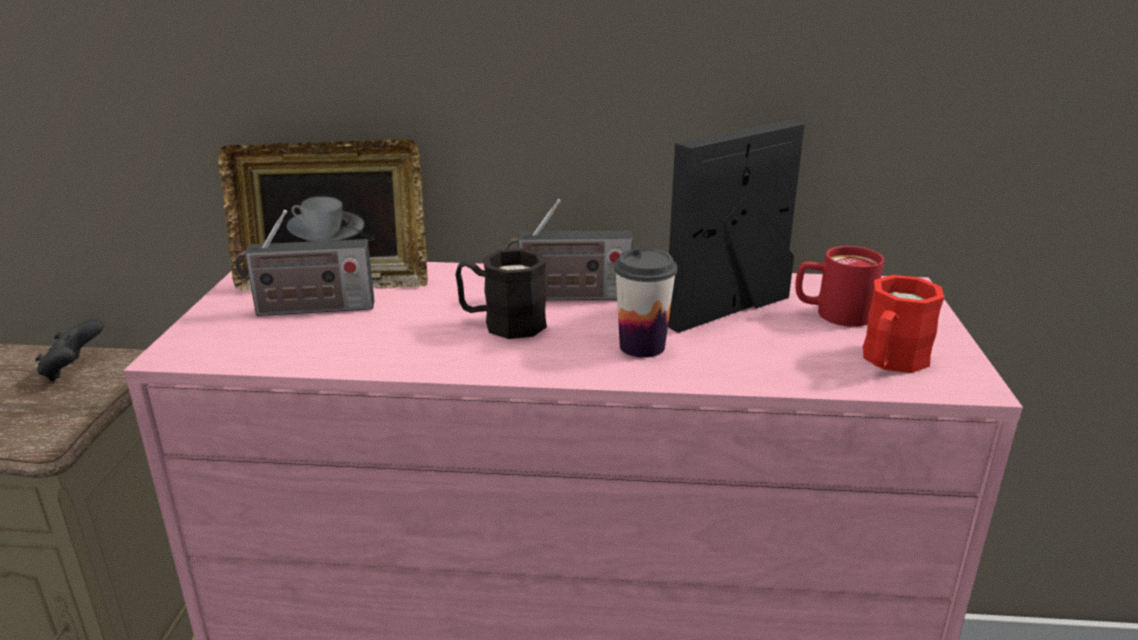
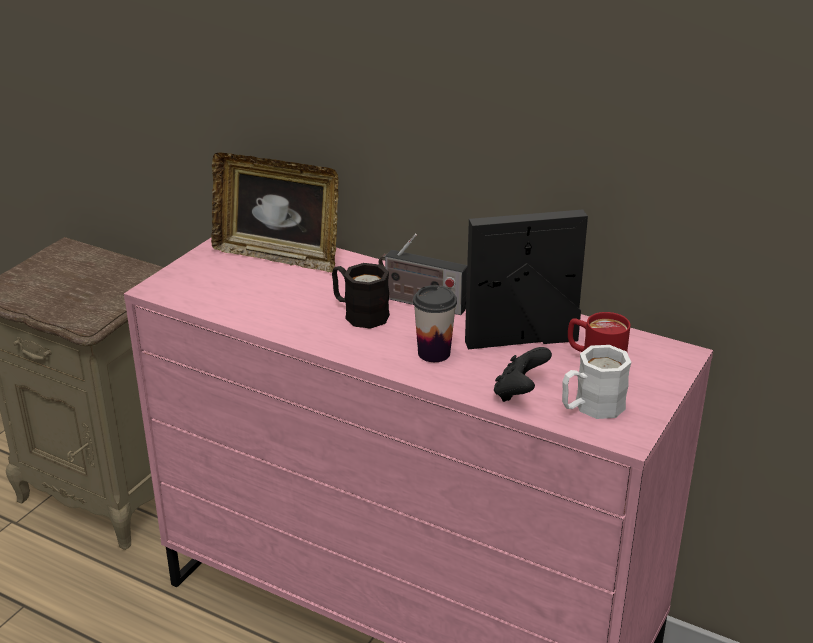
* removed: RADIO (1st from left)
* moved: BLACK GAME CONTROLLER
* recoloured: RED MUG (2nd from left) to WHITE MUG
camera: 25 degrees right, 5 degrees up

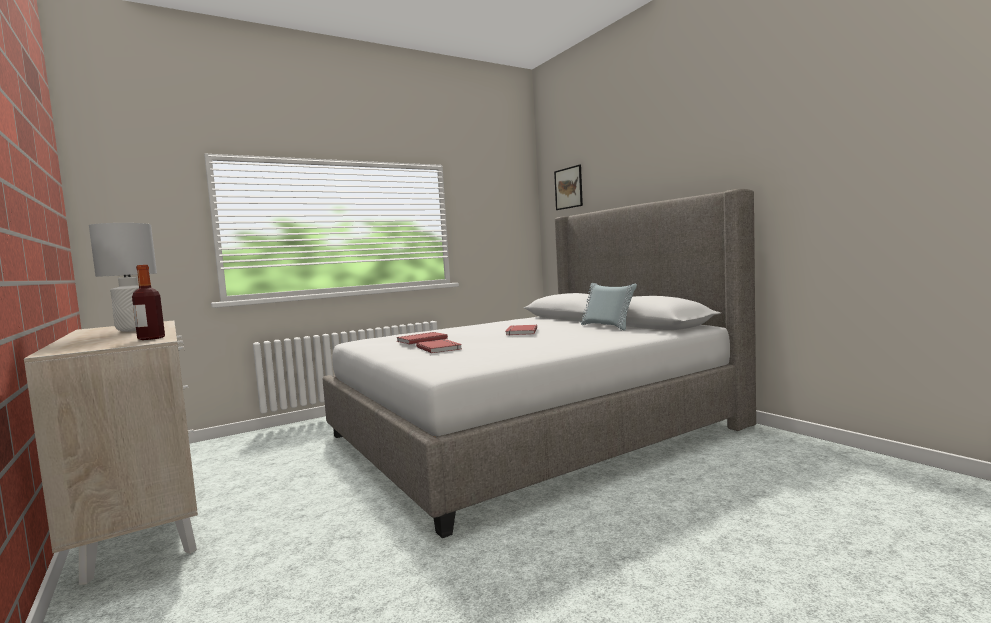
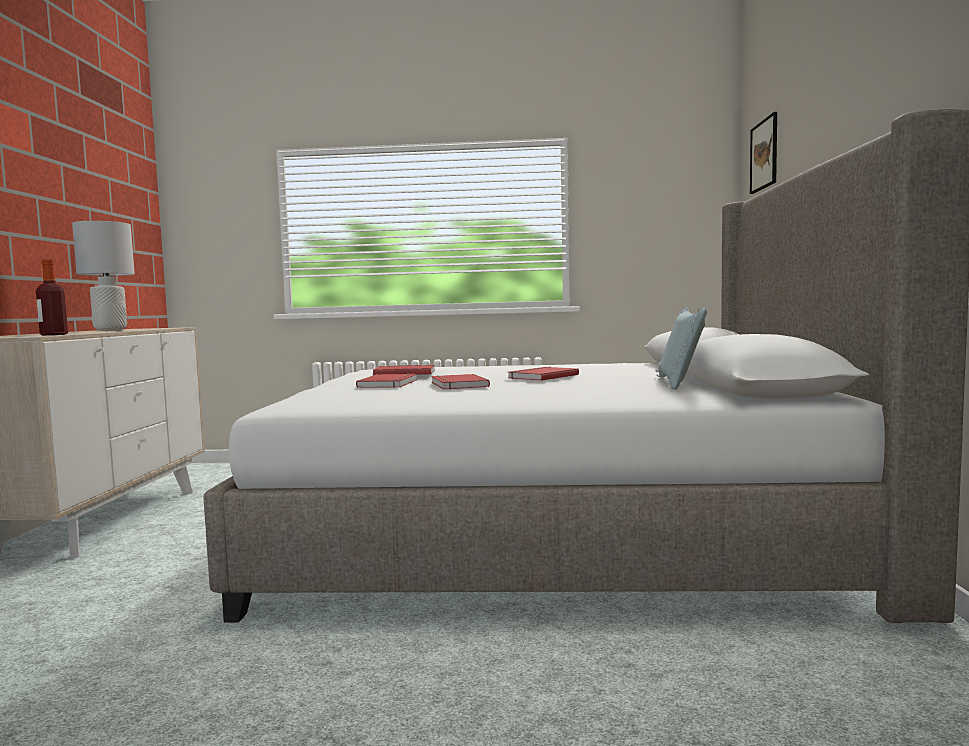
* added: RED BOOK (3rd from left)
camera: 35 degrees right, 0 degrees up

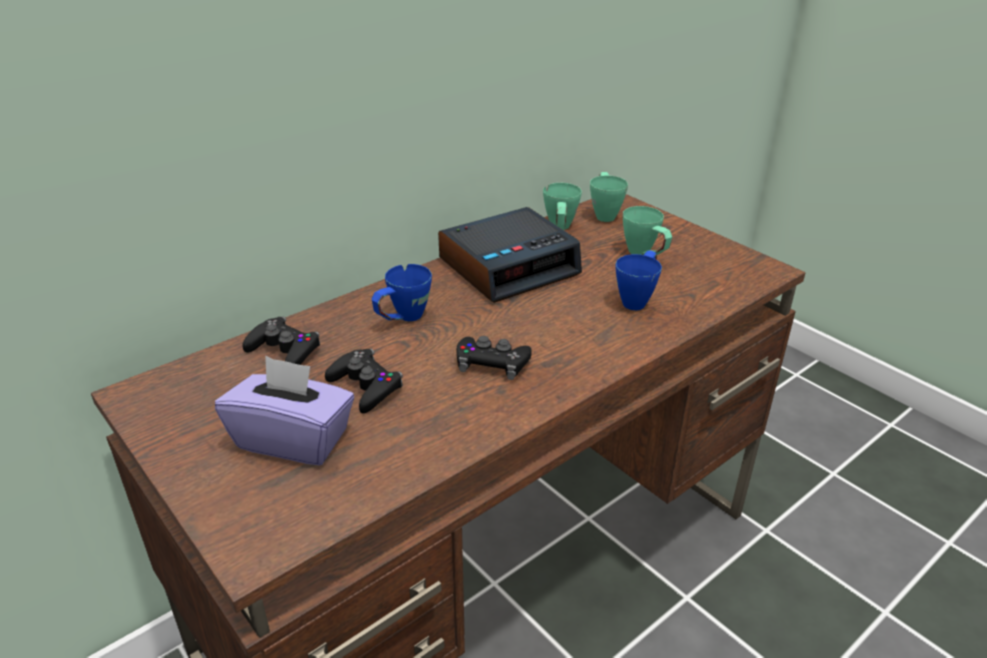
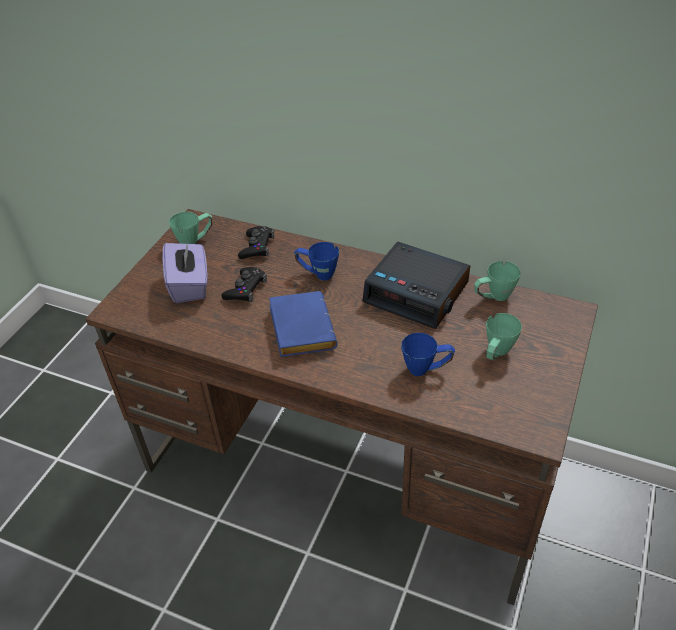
* moved: GREEN MUG (2nd from left in the first image) to GREEN MUG (1st from left)
* replaced: BLACK GAME CONTROLLER (3rd from left) to BLUE BOOK
camera: 65 degrees right, 10 degrees up

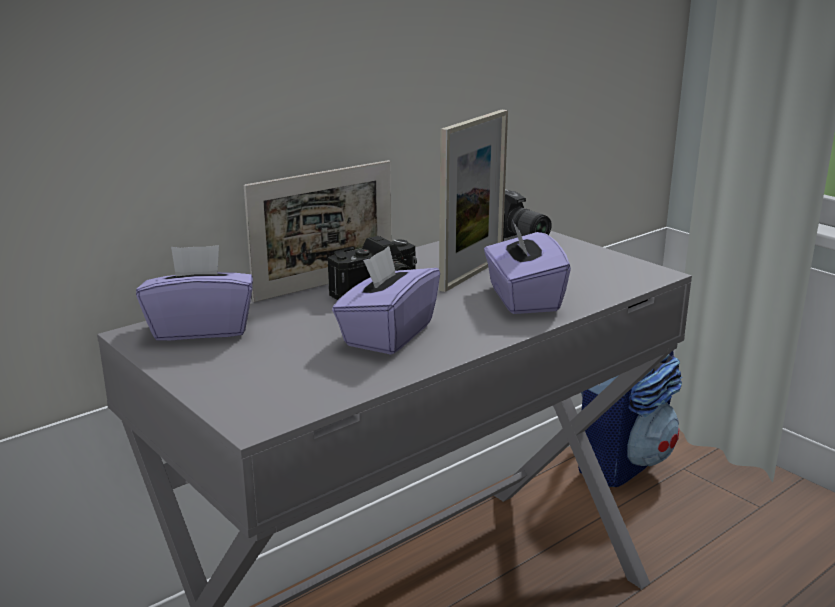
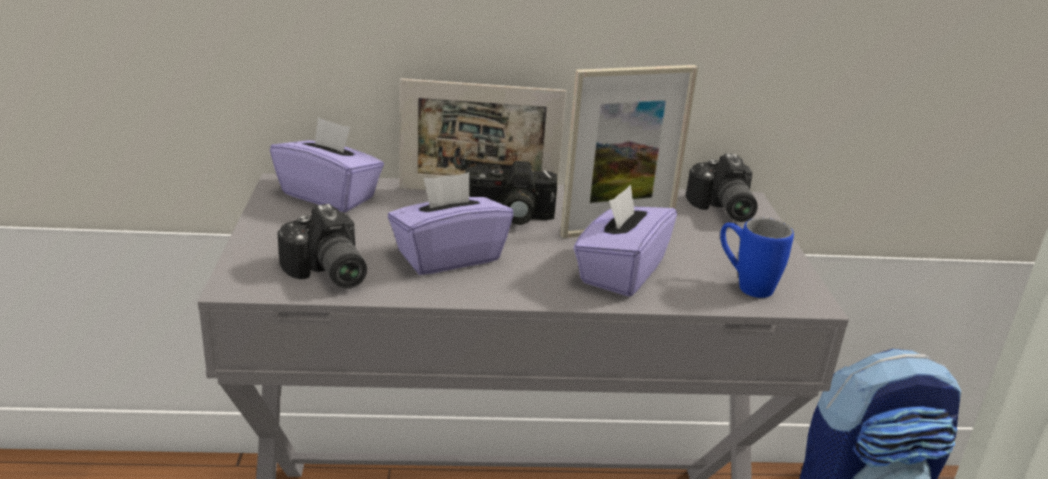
* added: PHOTO CAMERA (1st from left)
* added: BLUE MUG
camera: 35 degrees right, 5 degrees up

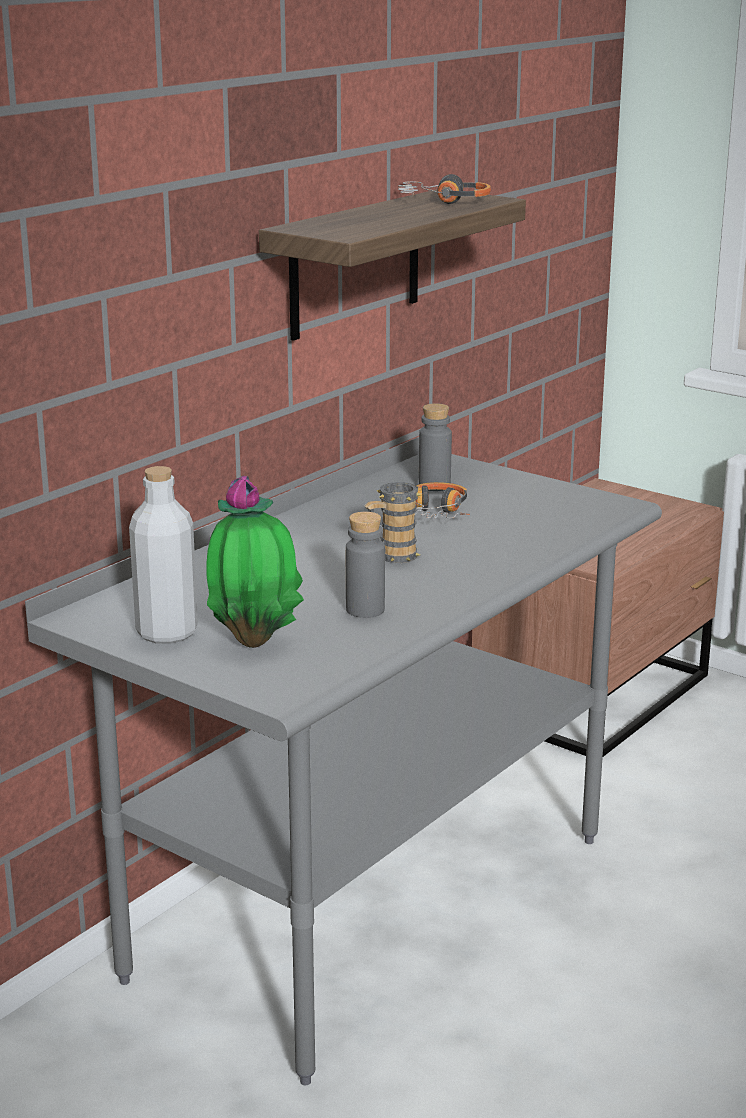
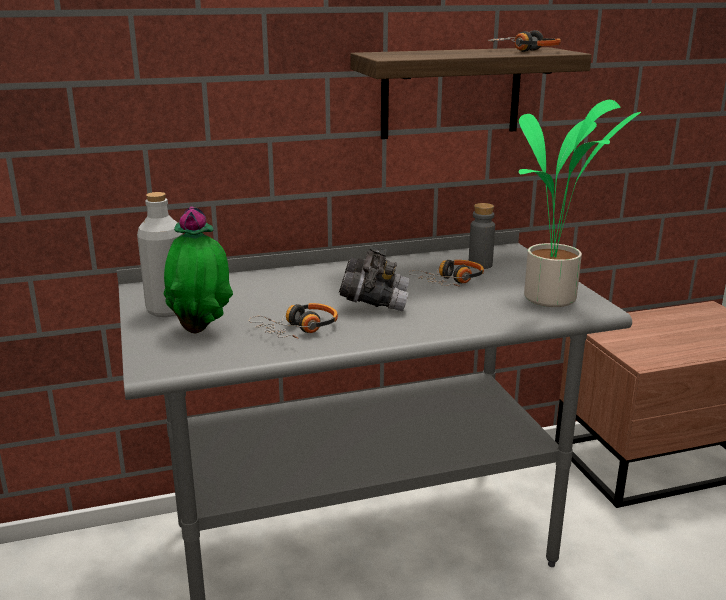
* added: POTTED PLANT (2nd from left)
* replaced: GREY BOTTLE (2nd from left) to HEADPHONES (1st from left)
* replaced: MUG to GREY BINOCULARS
camera: 35 degrees right, 0 degrees up

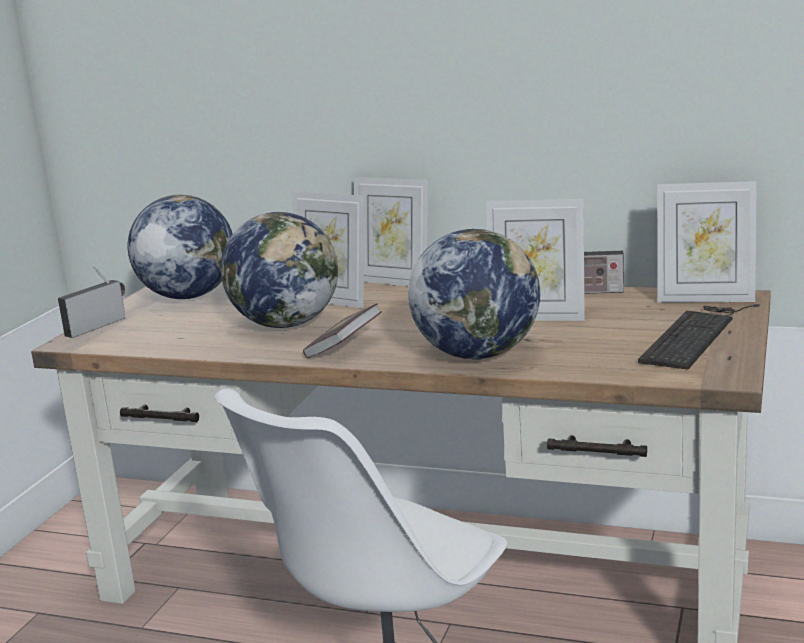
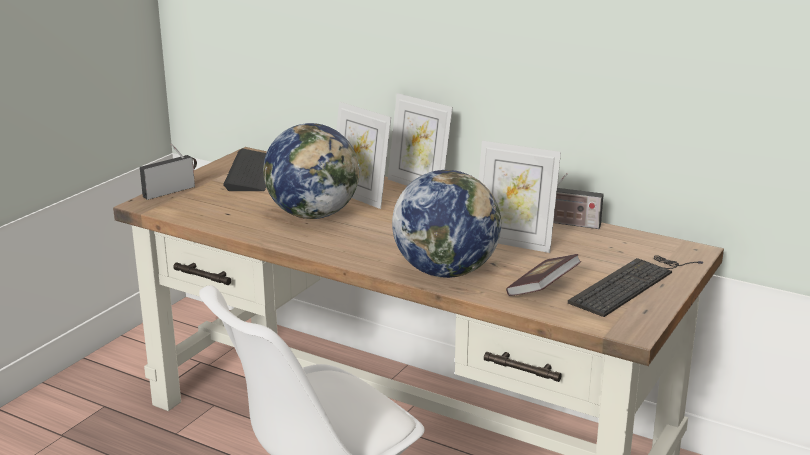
* removed: PICTURE FRAME (4th from left)
* moved: BOOK
* replaced: GLOBE (1st from left) to KEYBOARD (1st from left)
camera: 10 degrees right, 5 degrees up

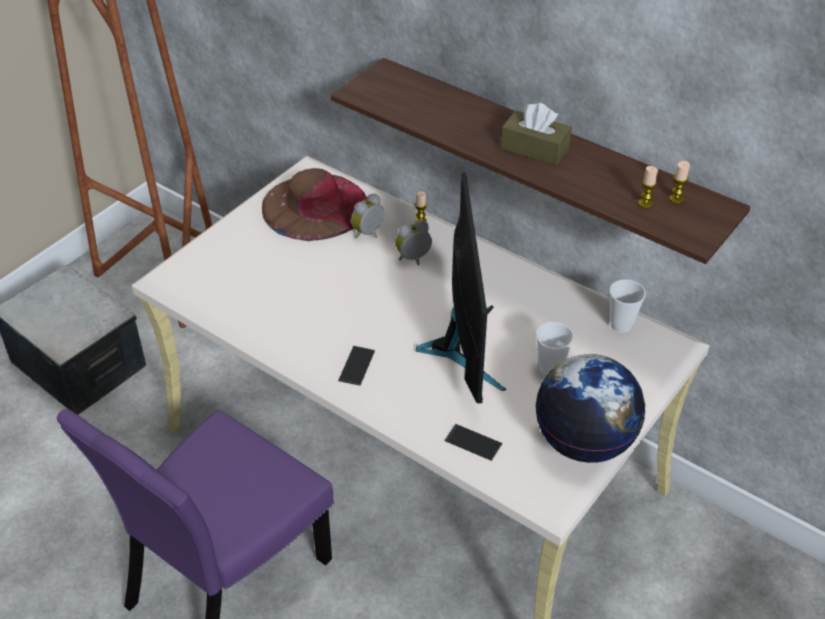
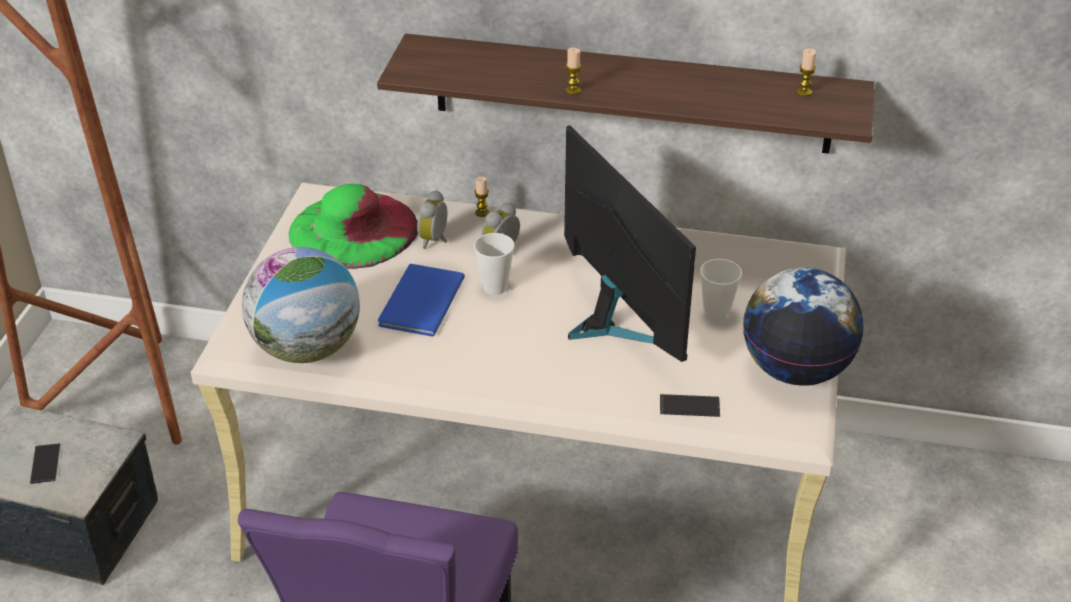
* removed: BROWN TISSUE BOX
* added: GLOBE (1st from left)
* added: BLUE BOOK
* moved: PHONE (1st from left)
* moved: CUP (2nd from left in the first image) to CUP (1st from left)
* moved: CANDLE (2nd from left)
* recoloured: BROWN HAT to GREEN HAT
camera: 25 degrees left, 5 degrees down

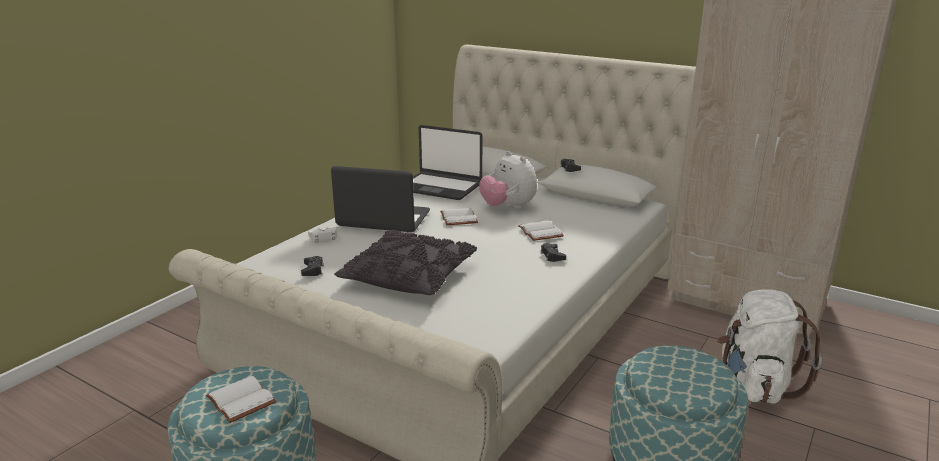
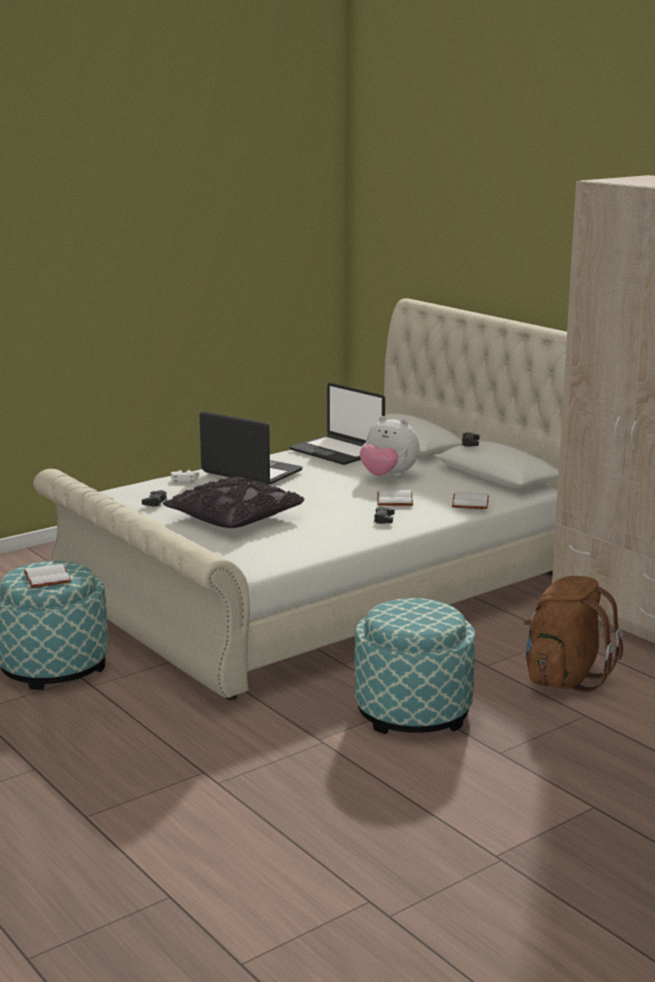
* moved: WHITE BOOK (2nd from left in the first image) to WHITE BOOK (3rd from left)
* recoloured: WHITE BACKPACK to BROWN BACKPACK
* turned: PLUSH TOY 45 degrees counterclockwise
camera: 20 degrees right, 5 degrees down

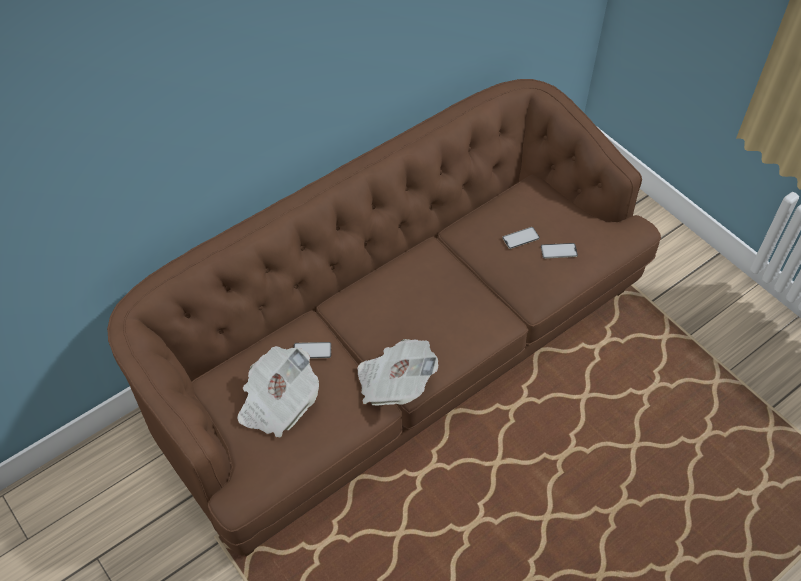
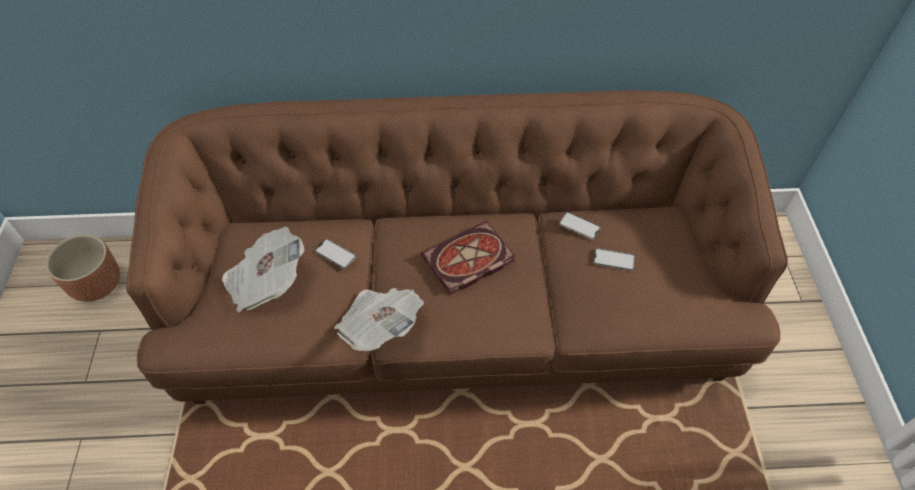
* added: BROWN PLANTER
* added: BOOK
* moved: PHONE (3rd from left in the first image) to PHONE (2nd from left)
camera: 35 degrees right, 0 degrees up

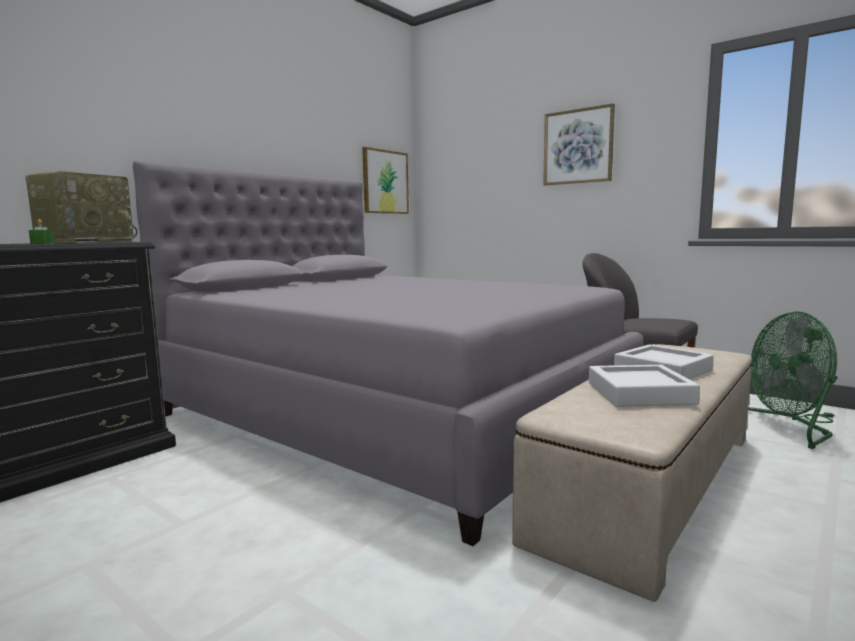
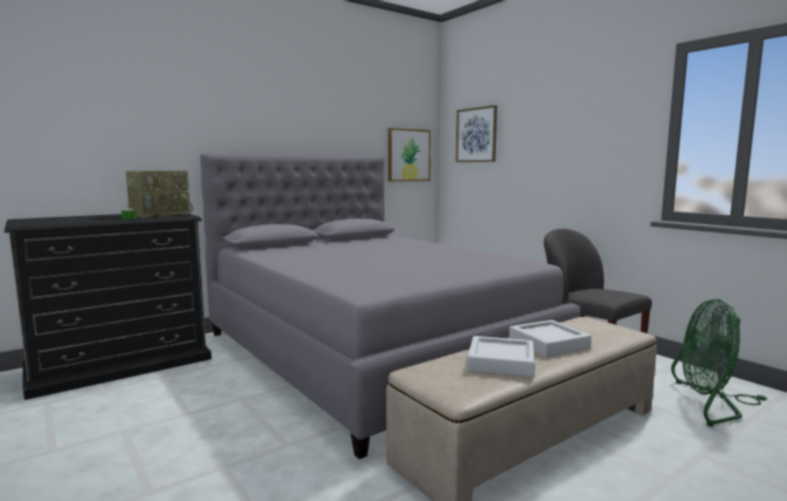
* moved: PICTURE (2nd from left)
camera: 15 degrees right, 0 degrees up

